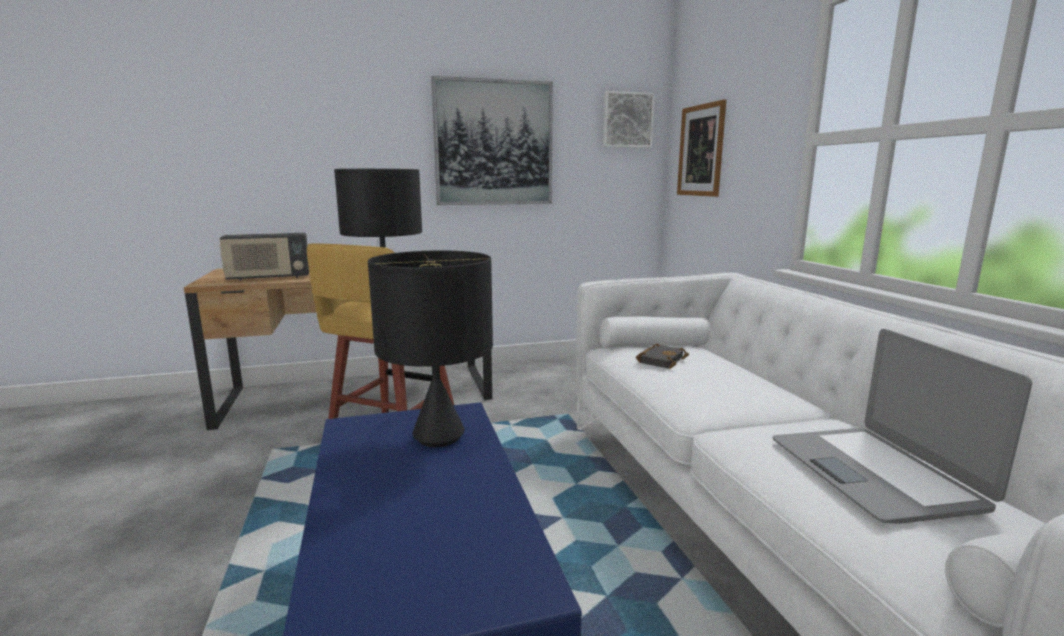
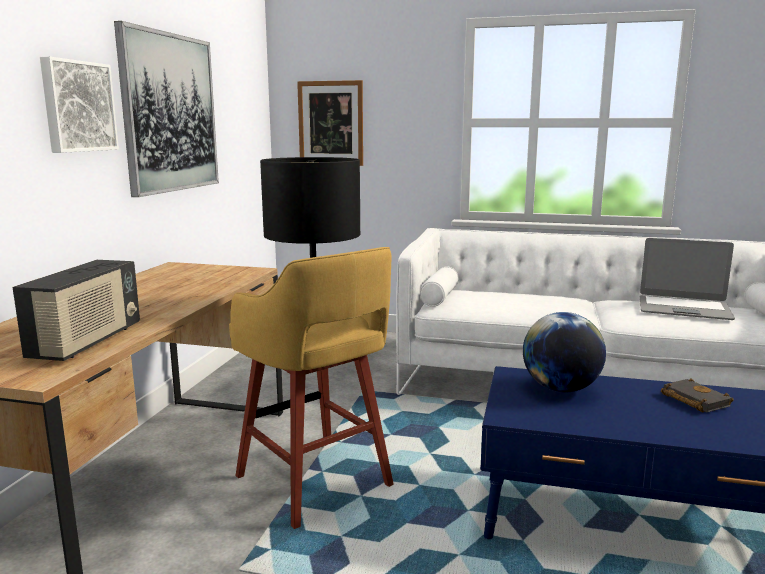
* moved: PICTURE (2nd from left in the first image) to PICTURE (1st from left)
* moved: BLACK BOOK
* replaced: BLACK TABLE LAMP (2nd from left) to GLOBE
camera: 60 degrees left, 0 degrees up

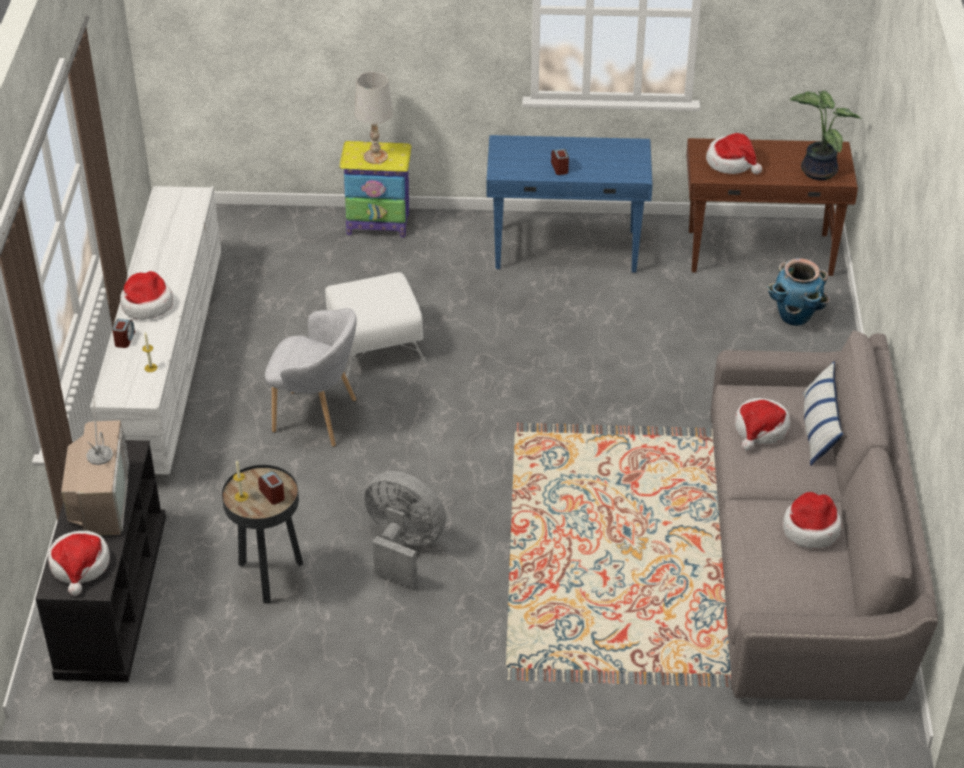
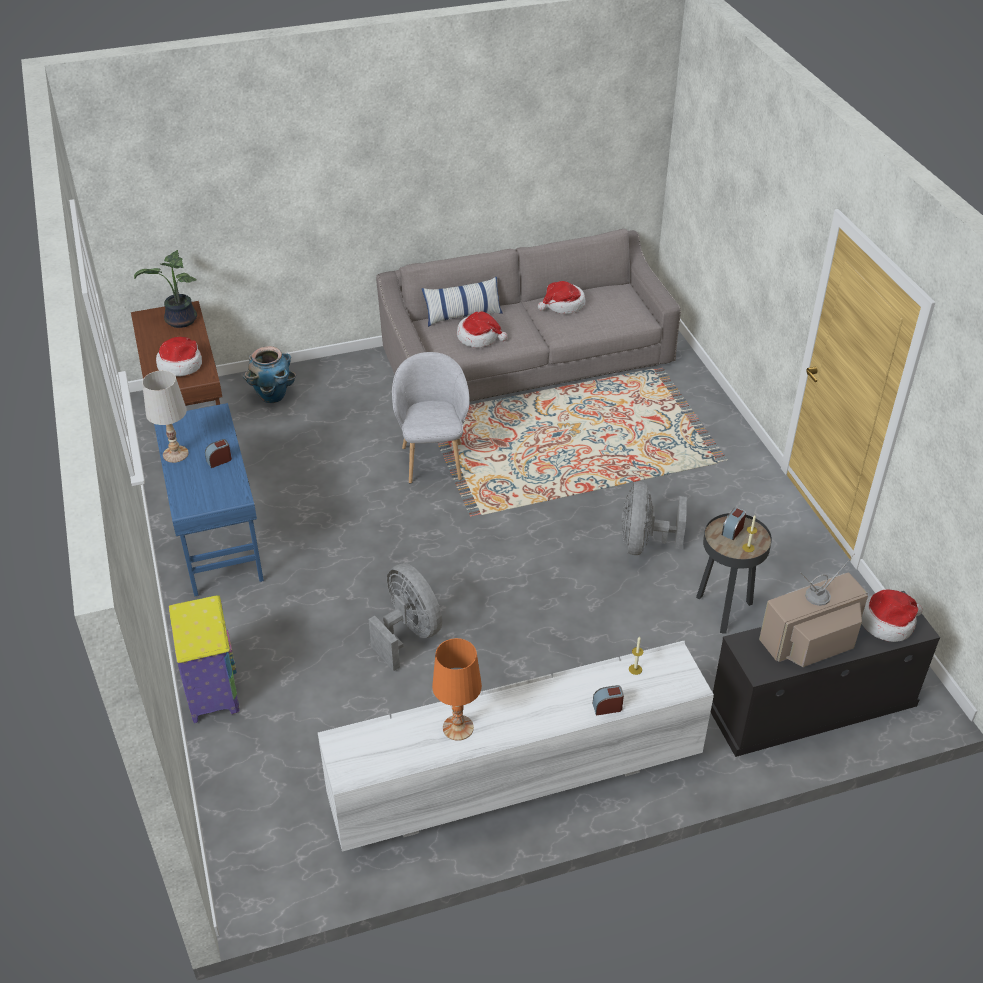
* removed: HAT (2nd from left)
* added: ORANGE TABLE LAMP
* moved: GREY ARMCHAIR
* moved: WHITE TABLE LAMP
* replaced: WHITE OTTOMAN to GREY FAN (1st from left)
camera: 110 degrees left, 0 degrees up

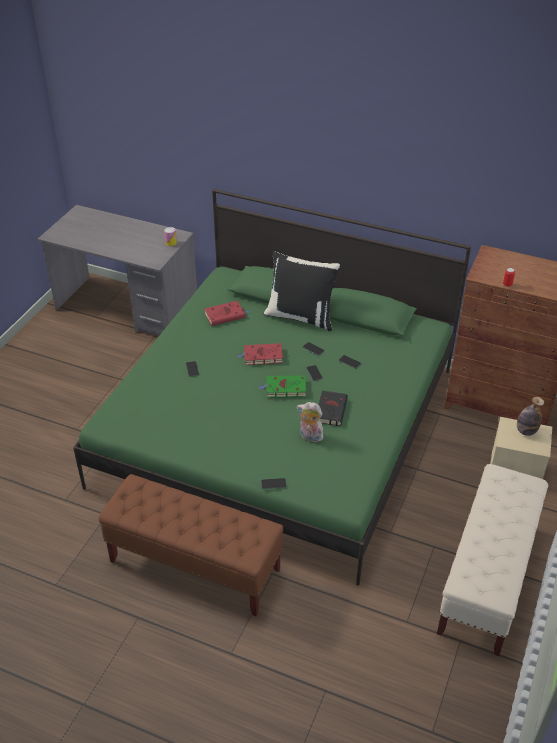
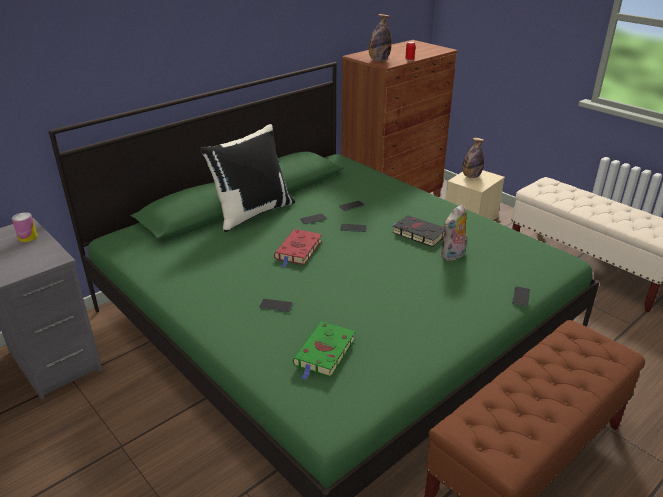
* removed: RED BOOK (1st from left)
* added: BOTTLE (1st from left)
* moved: GREEN BOOK
camera: 65 degrees left, 10 degrees down

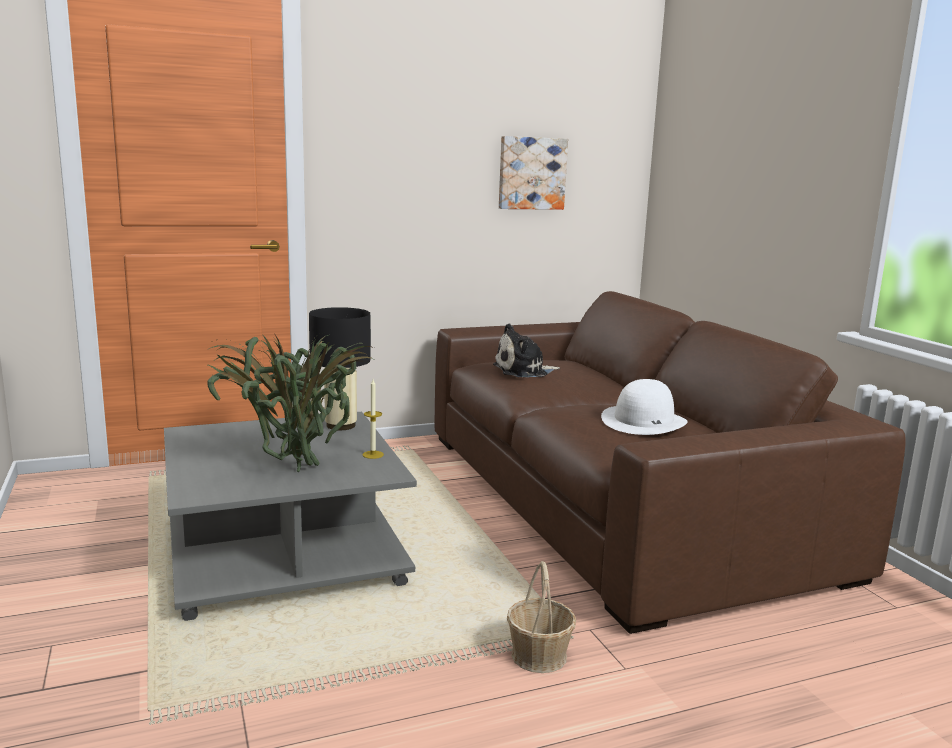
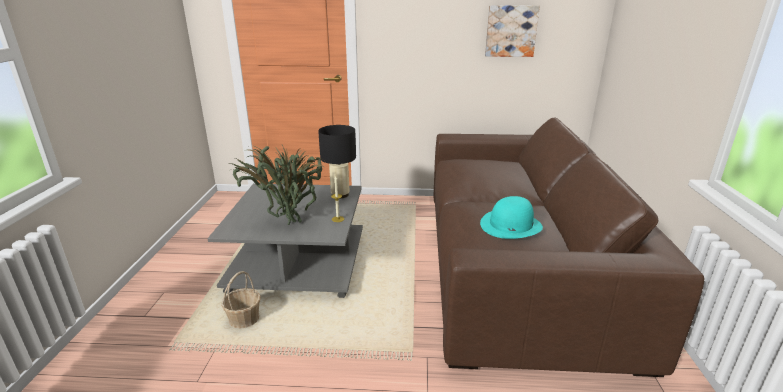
* removed: PLUSH TOY
* moved: BASKET
* recoloured: WHITE HAT to TURQUOISE HAT
camera: 25 degrees right, 10 degrees up

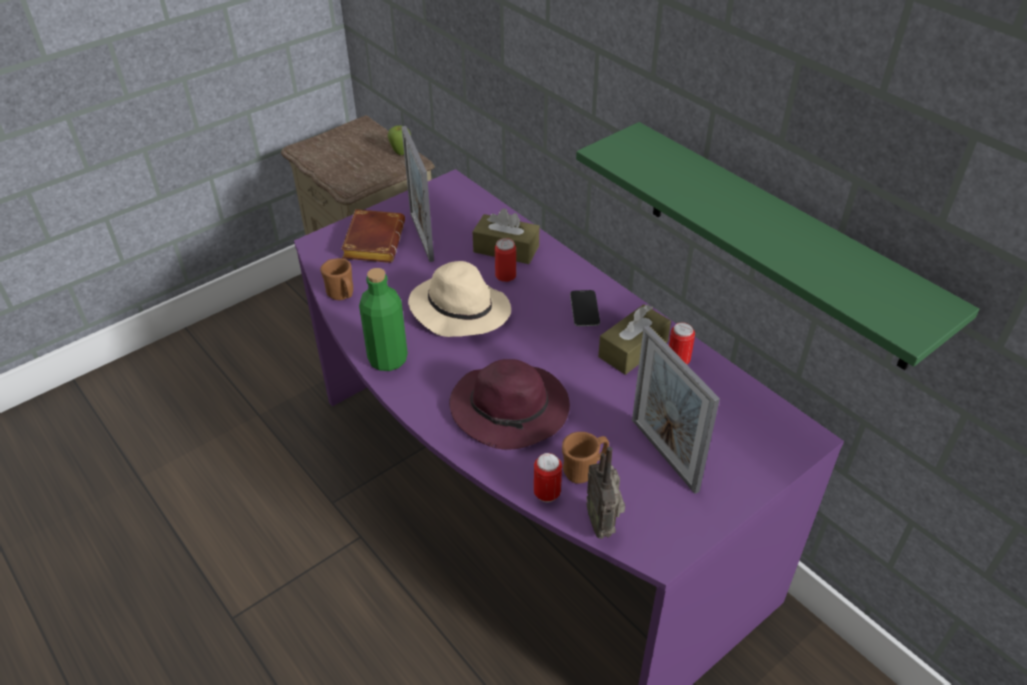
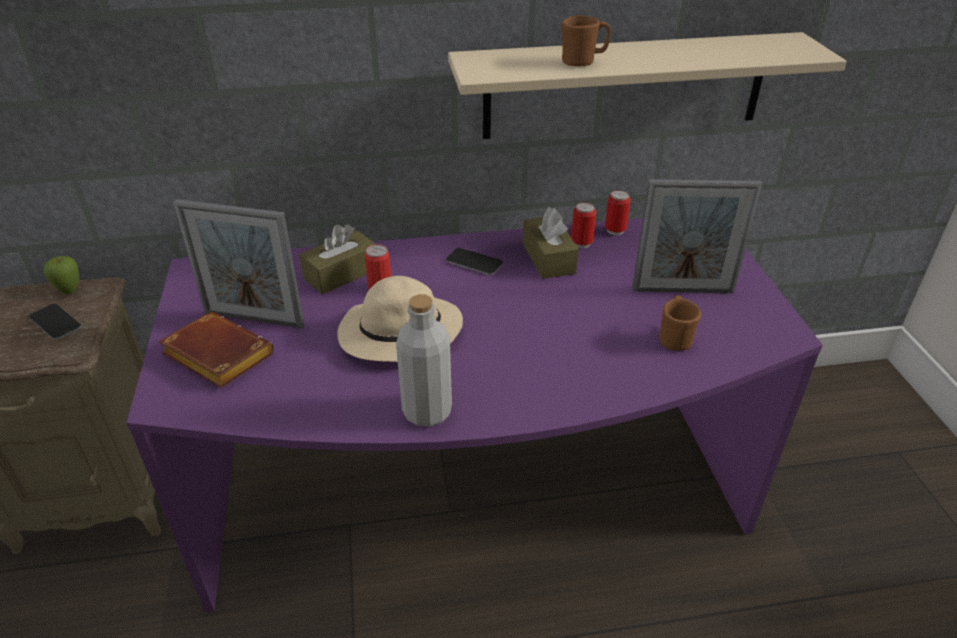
* removed: PURPLE HAT
* removed: RADIO
* added: PHONE (1st from left)
* moved: BROWN MUG (1st from left)
* moved: CAN (2nd from left in the first image) to CAN (3rd from left)
* recoloured: GREEN BOTTLE to GREY BOTTLE
* recoloured: GREEN SHELF to BEIGE SHELF
camera: 60 degrees left, 5 degrees down

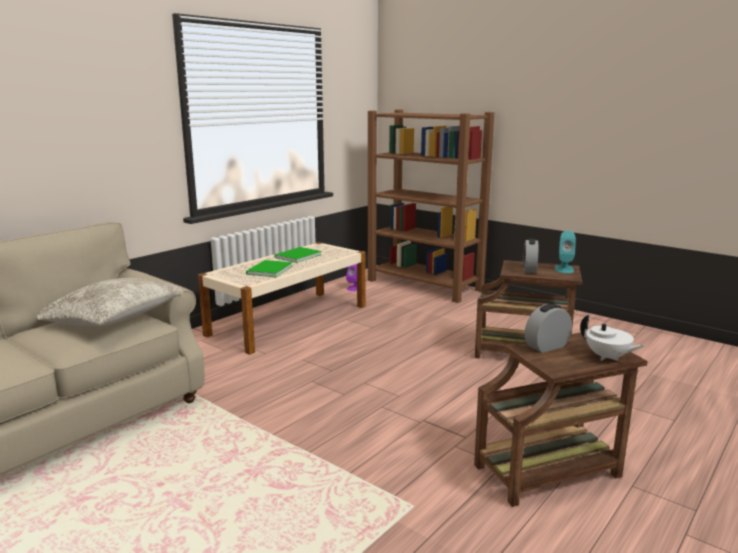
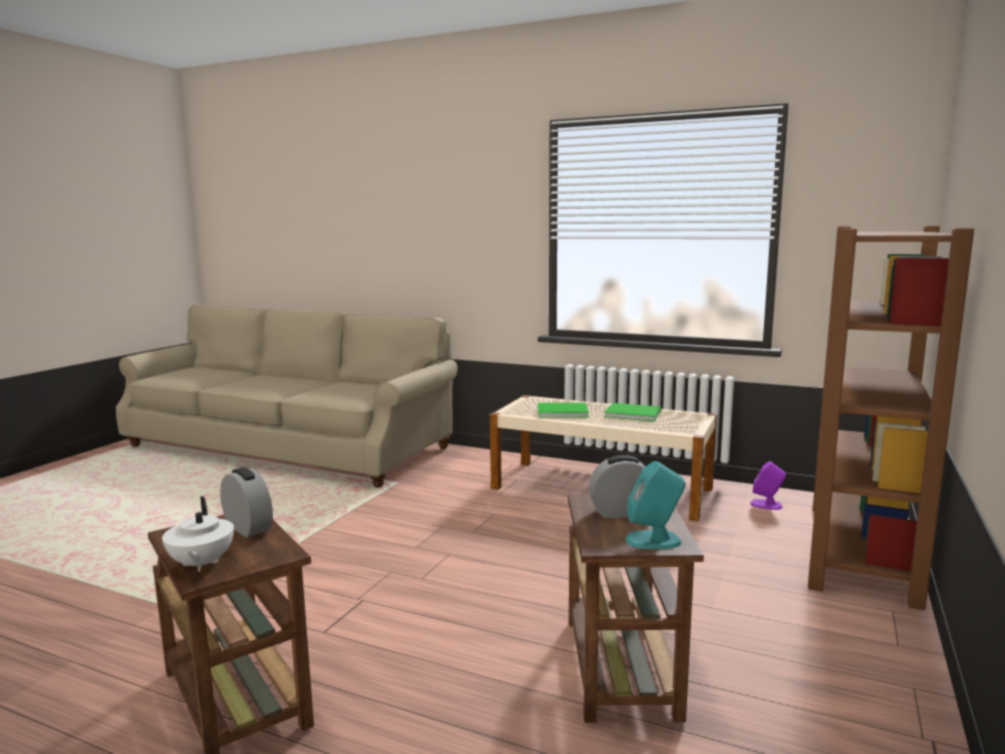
* removed: BEIGE PILLOW
* turned: WHITE TEAPOT 45 degrees counterclockwise
camera: 75 degrees right, 5 degrees down

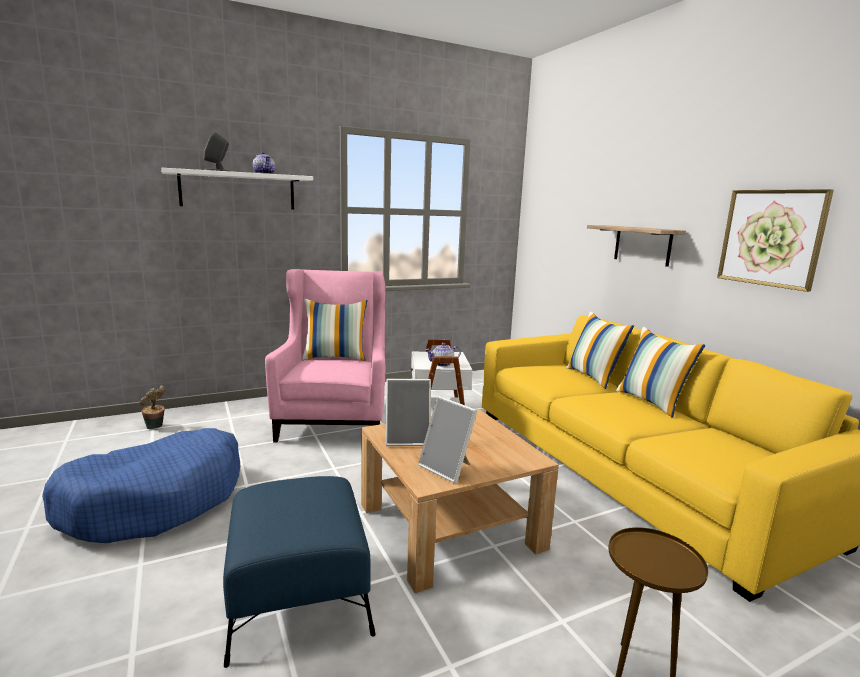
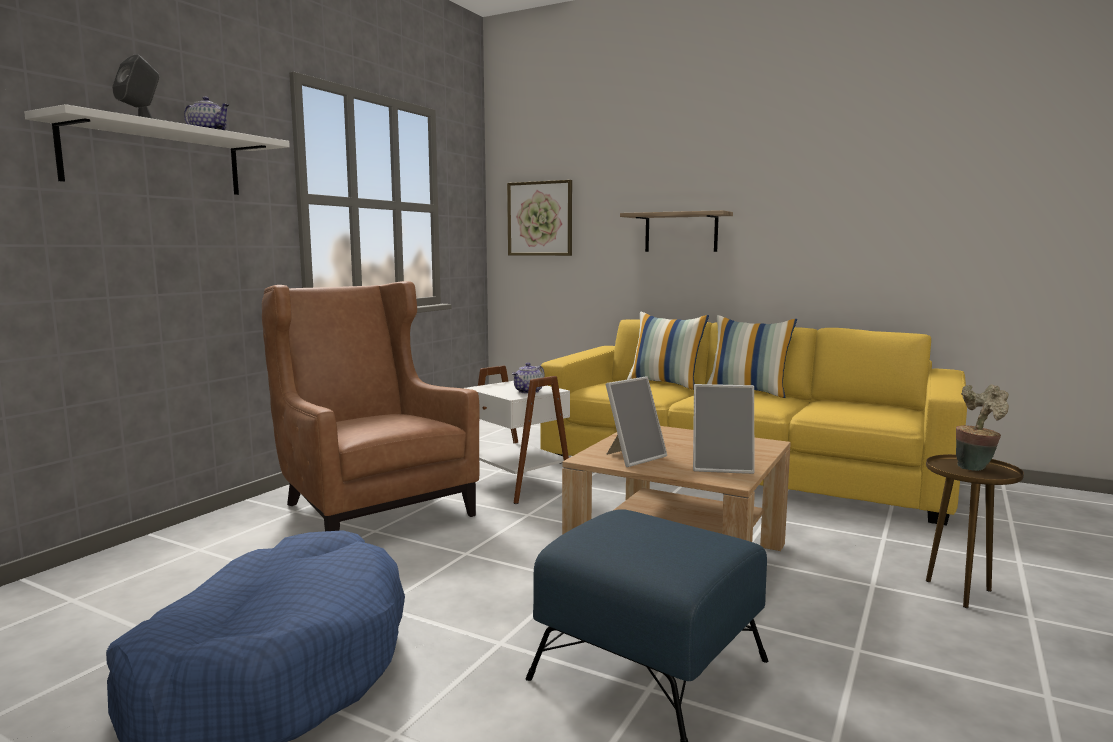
* removed: PILLOW (1st from left)
* moved: POTTED PLANT
* moved: PICTURE
* recoloured: PINK ARMCHAIR to BROWN ARMCHAIR
camera: 35 degrees left, 5 degrees down

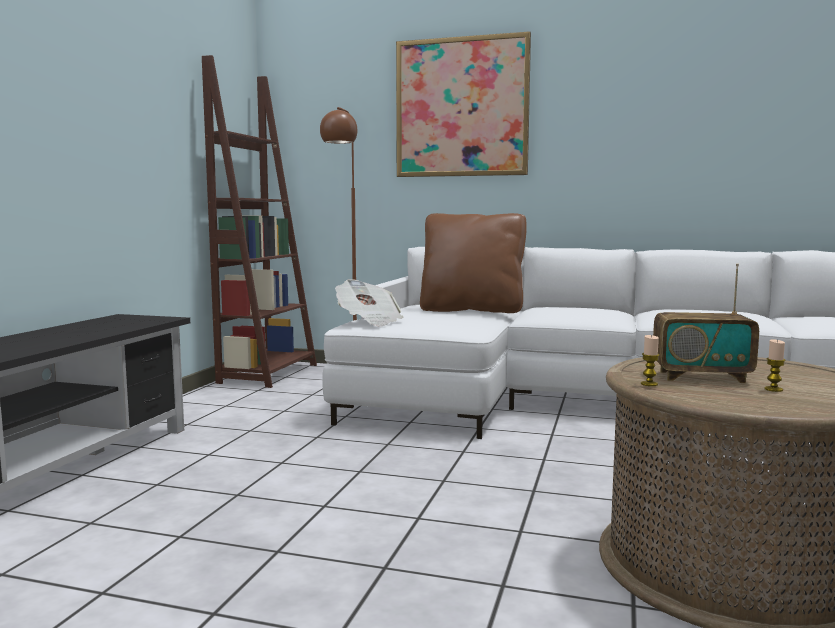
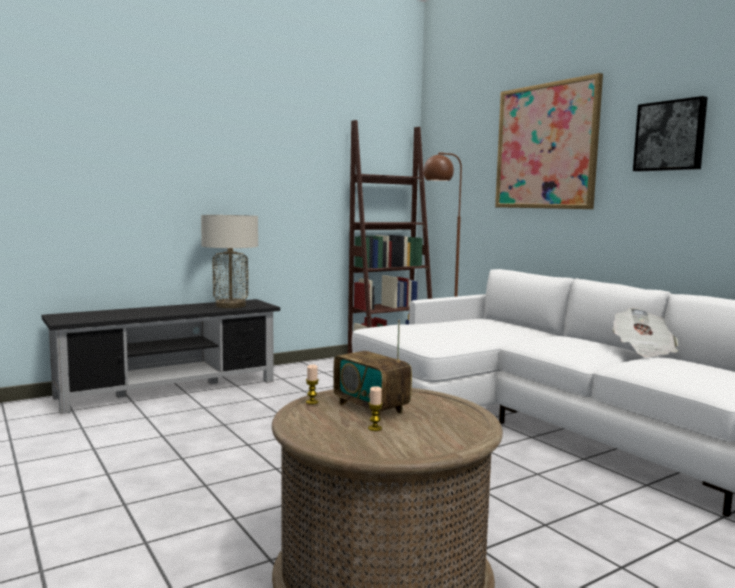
* removed: BROWN PILLOW
* added: TABLE LAMP
* added: PICTURE (2nd from left)
* moved: NEWSPAPER
camera: 40 degrees right, 0 degrees up

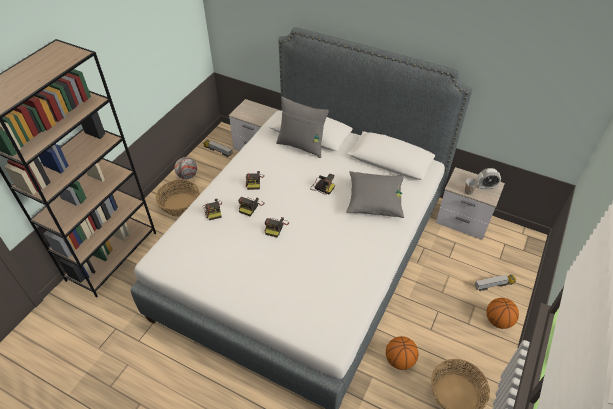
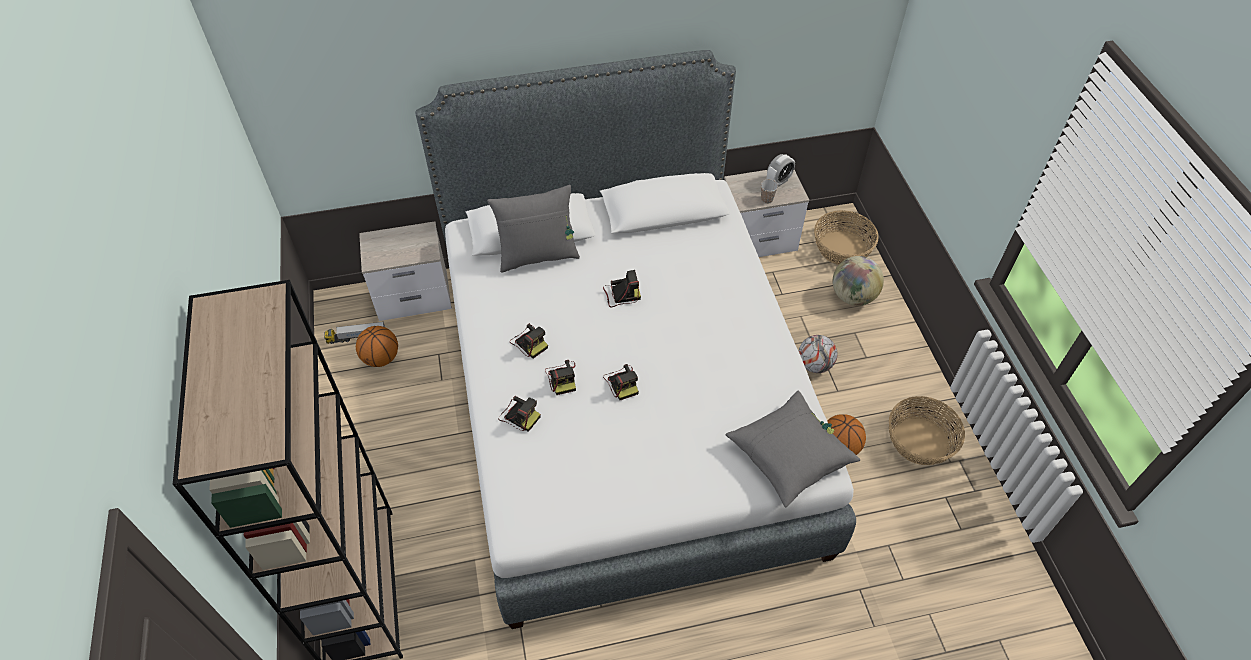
* moved: BASKET (1st from left)
* moved: FOOTBALL
* moved: GREY PILLOW (2nd from left)
* moved: BASKETBALL (2nd from left in the first image) to BASKETBALL (1st from left)
* replaced: TOY TRUCK (2nd from left) to GLOBE
camera: 40 degrees left, 5 degrees up

